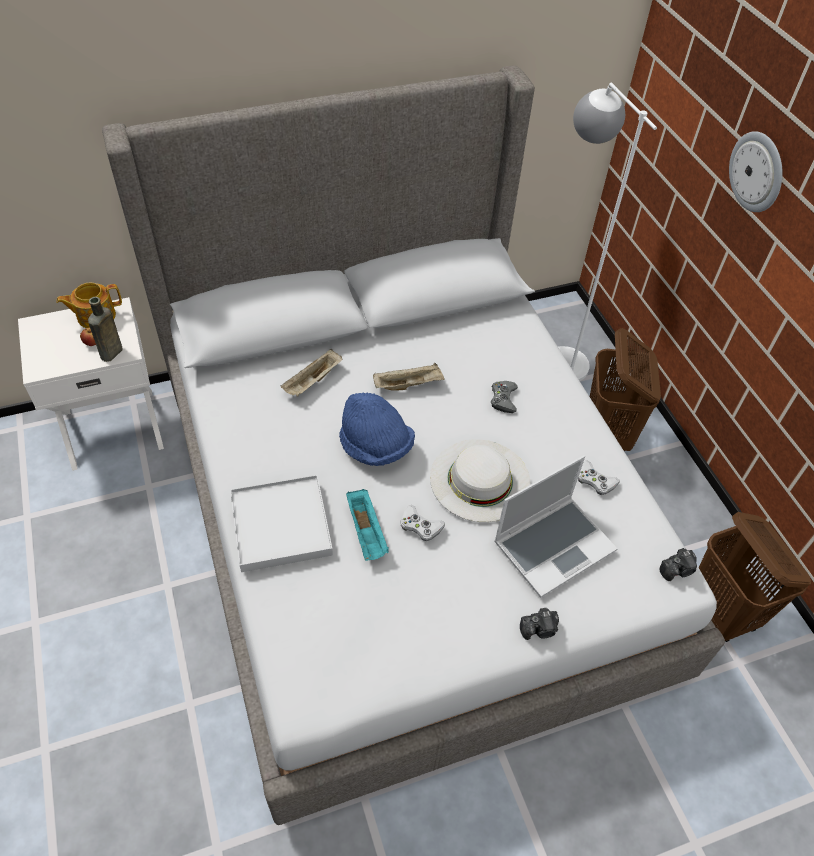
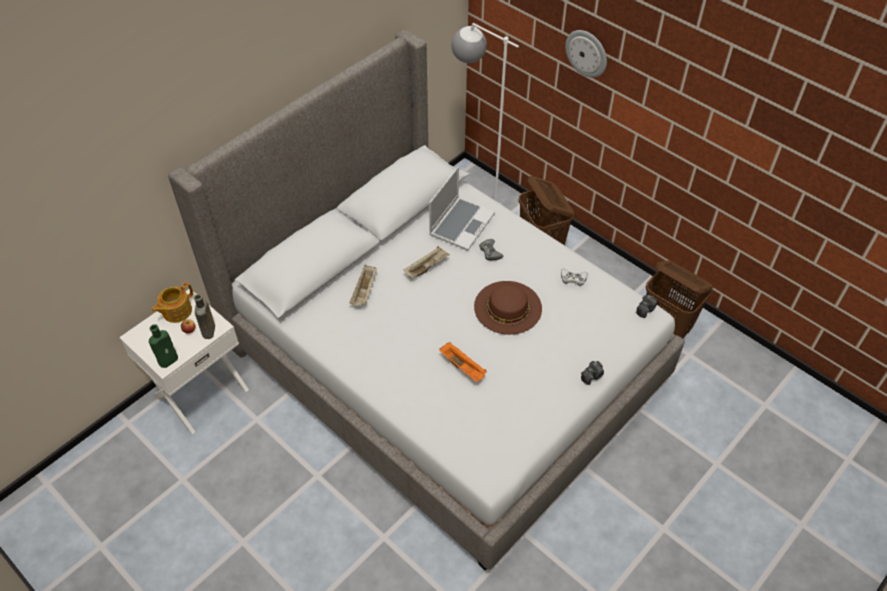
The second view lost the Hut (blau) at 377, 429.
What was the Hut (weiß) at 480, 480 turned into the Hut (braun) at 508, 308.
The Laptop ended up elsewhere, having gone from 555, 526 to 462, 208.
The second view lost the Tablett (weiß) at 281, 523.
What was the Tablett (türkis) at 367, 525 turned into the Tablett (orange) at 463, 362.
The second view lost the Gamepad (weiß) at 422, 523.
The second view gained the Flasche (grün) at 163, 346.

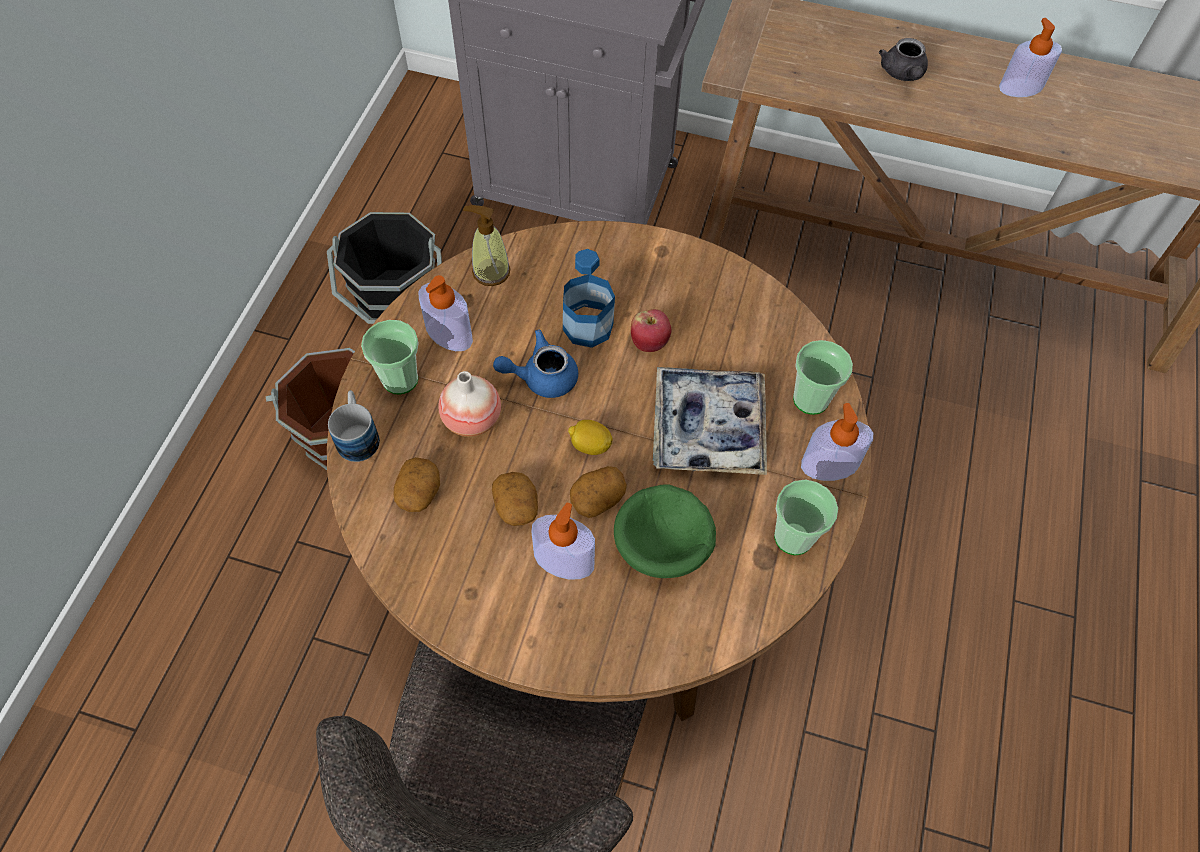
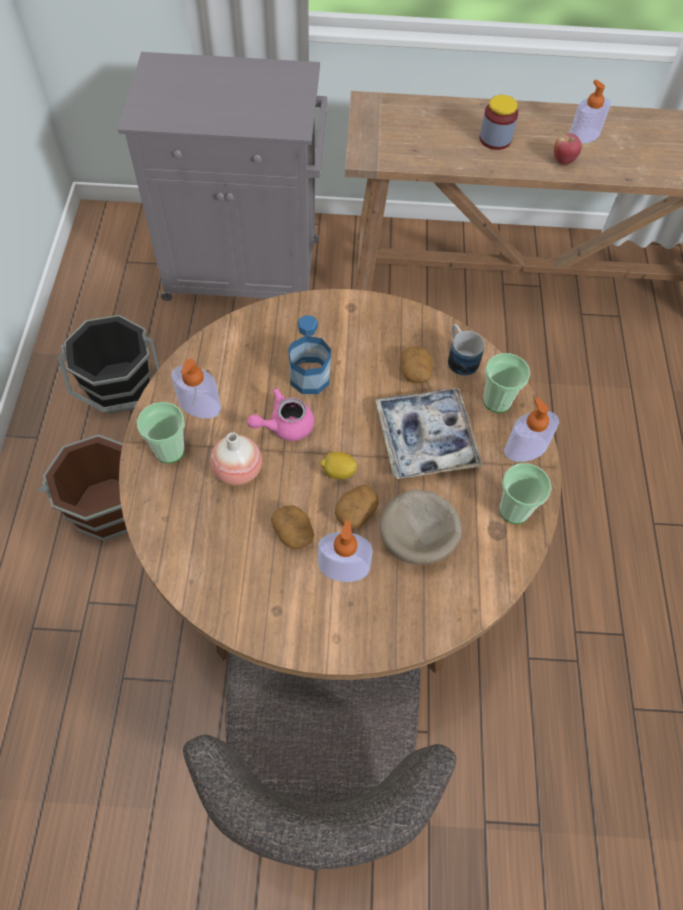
Where the Teekanne (grau) stood at 903, 59, the Vorratsglas came to stand at 499, 122.
The second view lost the Seifenspender at 486, 245.
The Apfel ended up elsewhere, having gone from 651, 330 to 568, 149.
What was the Teekanne (blau) at 535, 364 turned into the Teekanne (rosa) at 280, 414.
The Henkelbecher ended up elsewhere, having gone from 354, 426 to 466, 350.
The Kartoffel ended up elsewhere, having gone from 417, 484 to 417, 365.
What was the Schüssel (grün) at 665, 531 turned into the Schüssel (beige) at 420, 527.

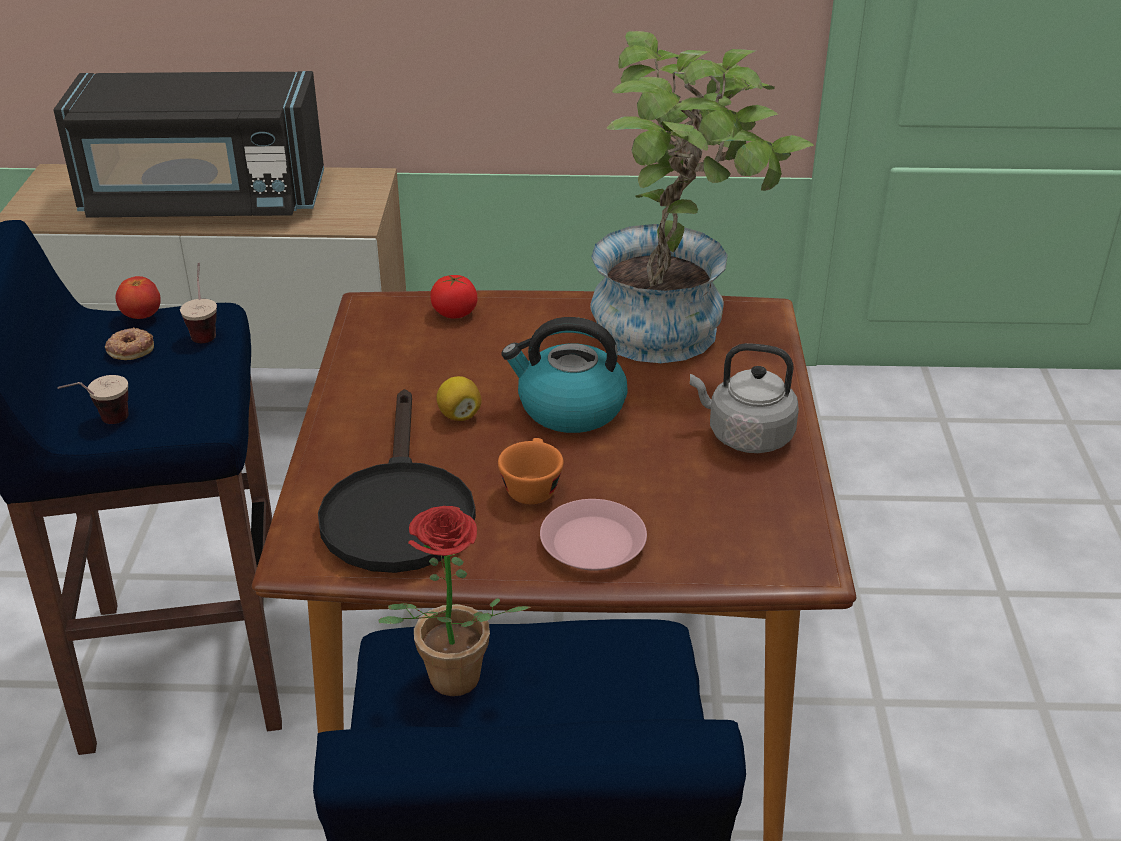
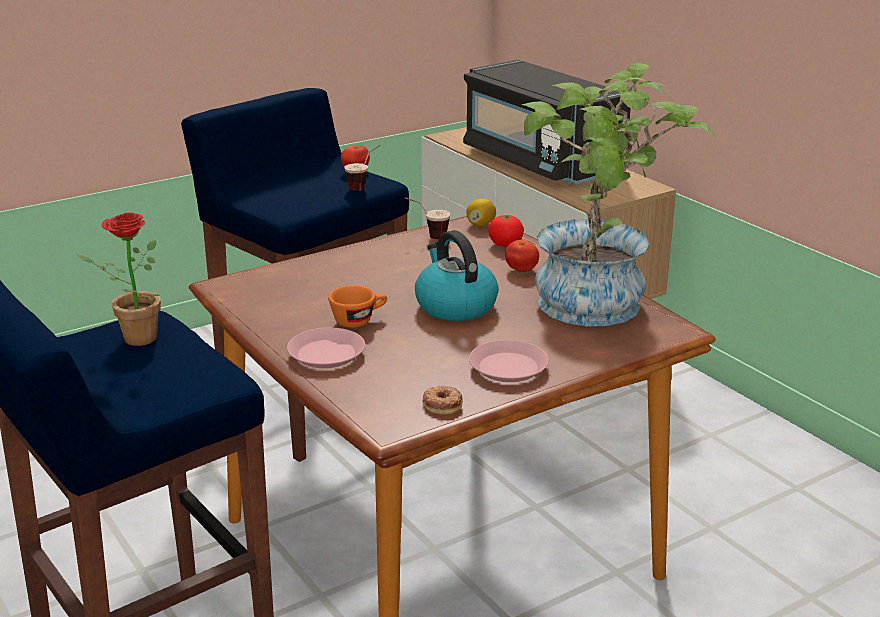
The Donut ended up elsewhere, having gone from 129, 343 to 442, 400.
Where the Wasserkessel (grau) stood at 744, 398, the Teller (rosa) came to stand at 509, 361.
The Tasse ended up elsewhere, having gone from 93, 399 to 427, 218.
The Zitrone ended up elsewhere, having gone from 458, 398 to 481, 212.
The second view lost the Pfanne (schwarz) at 397, 481.
The second view gained the Tomate at 522, 256.

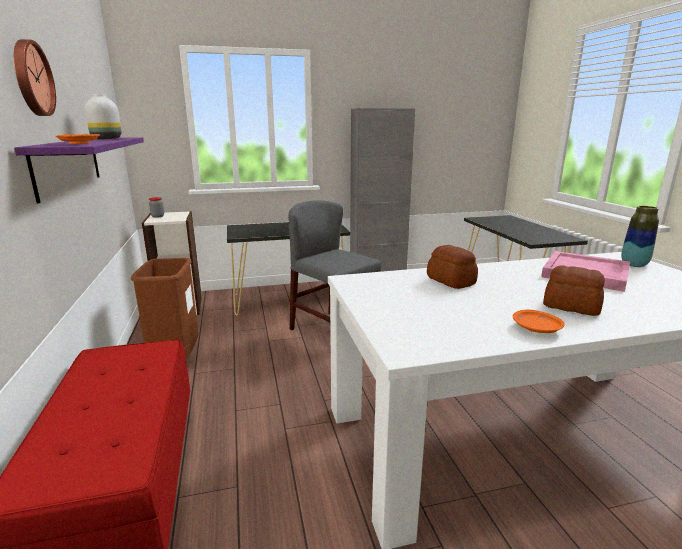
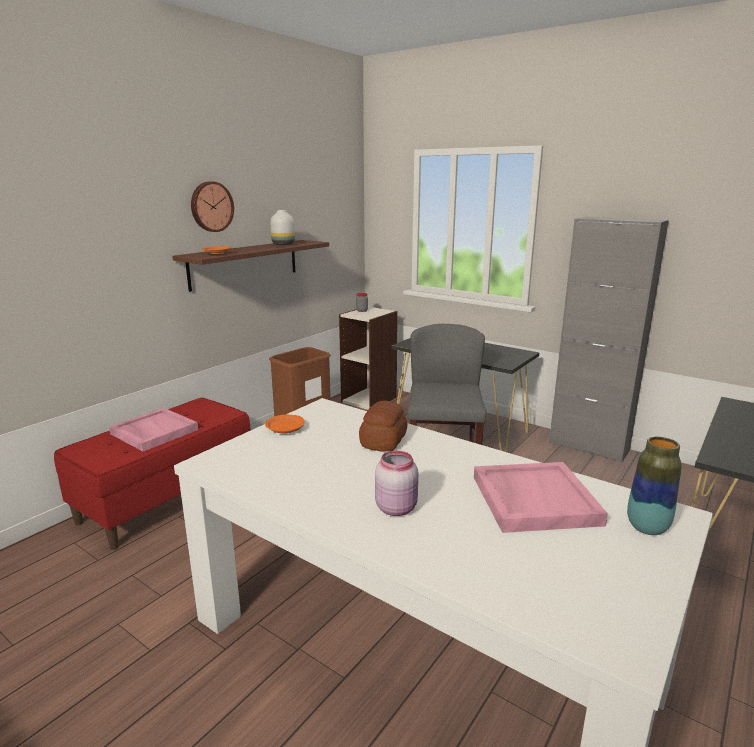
What was the Wandregal (lila) at 79, 170 turned into the Wandregal (braun) at 250, 266.
Where the Brot stood at 574, 290, the Vorratsglas (rosa) came to stand at 396, 483.
The Teller (orange) ended up elsewhere, having gone from 539, 321 to 285, 424.
The second view gained the Tablett (rosa) at 153, 429.

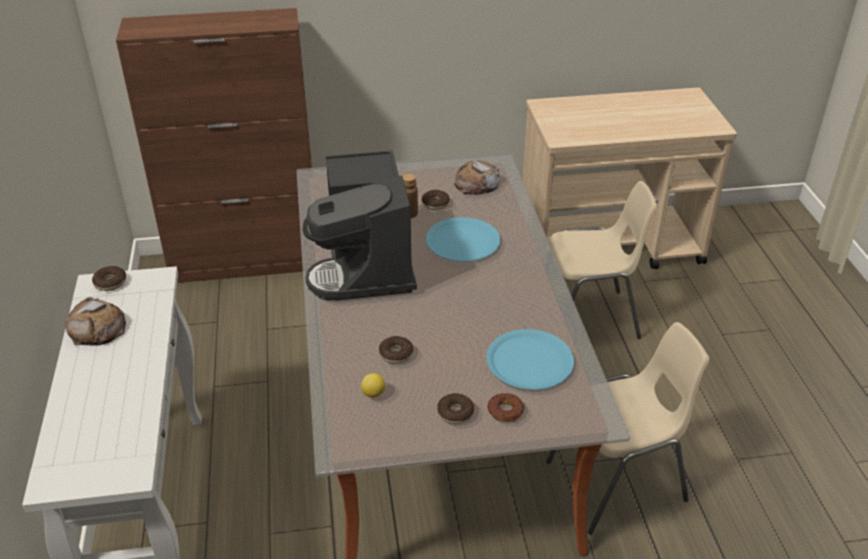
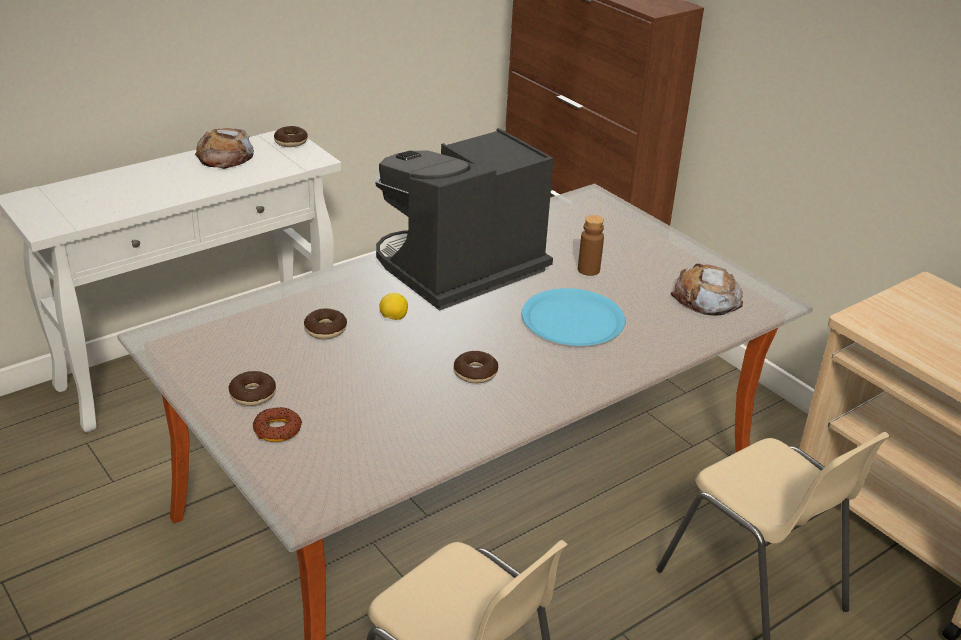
The Donut ended up elsewhere, having gone from 436, 200 to 476, 367.
The second view lost the Teller (blau) at 530, 359.
The Zitrone ended up elsewhere, having gone from 373, 385 to 393, 306.

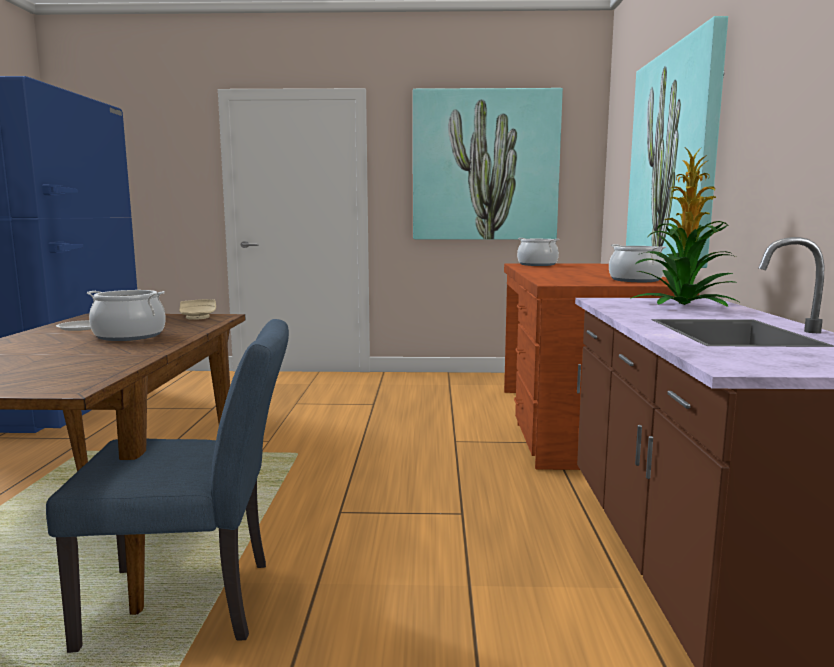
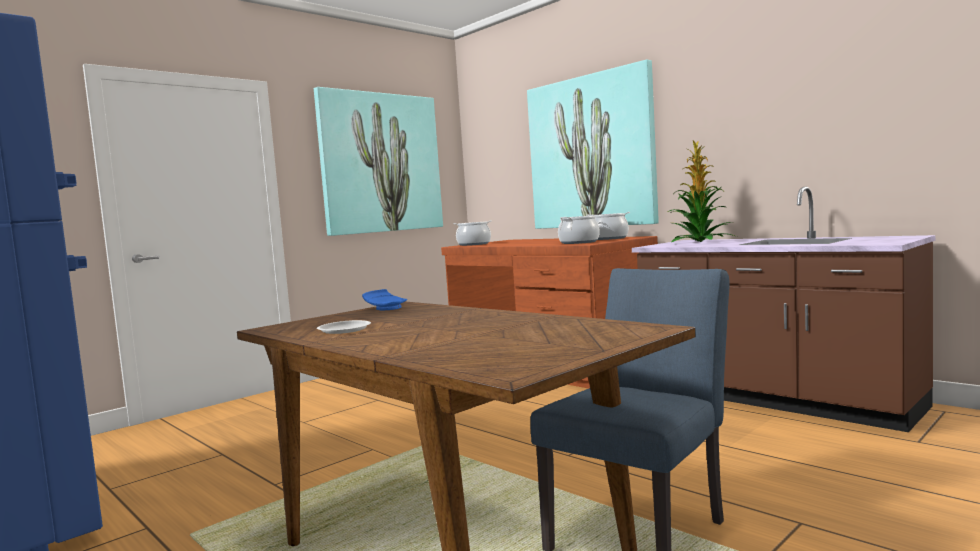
The Kochtopf ended up elsewhere, having gone from 126, 315 to 579, 229.
What was the Teller (beige) at 197, 309 turned into the Teller (blau) at 384, 299.

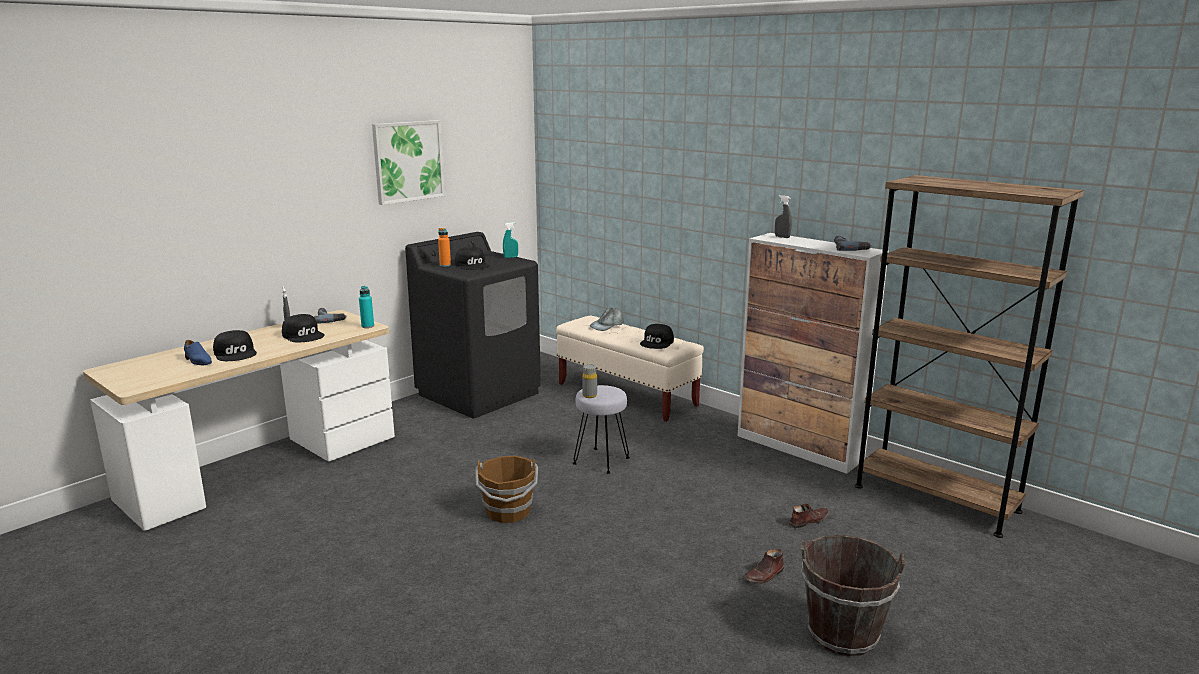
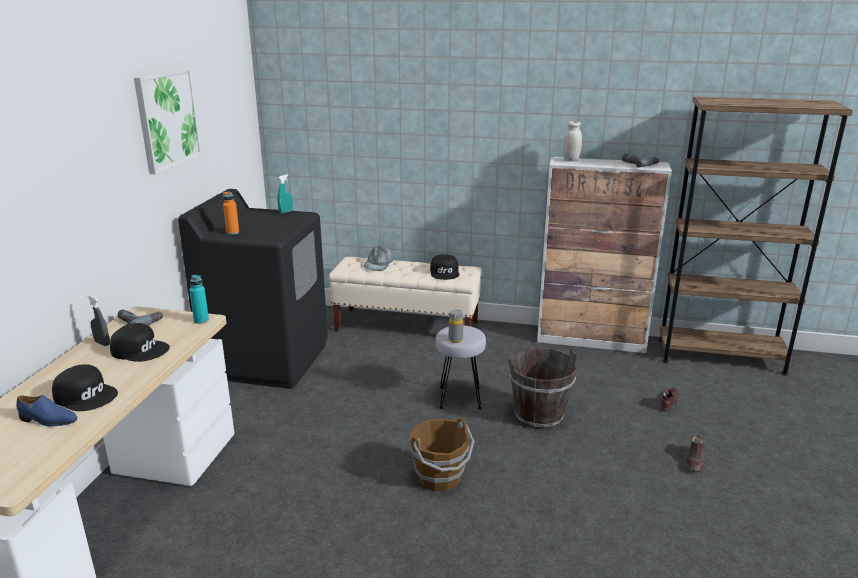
Where the Sprühflasche (grau) stood at 783, 216, the Vorratsglas (weiß) came to stand at 572, 141.
The second view lost the Kappe (schwarz) at 472, 258.
The Eimer (braun) ended up elsewhere, having gone from 853, 595 to 543, 388.

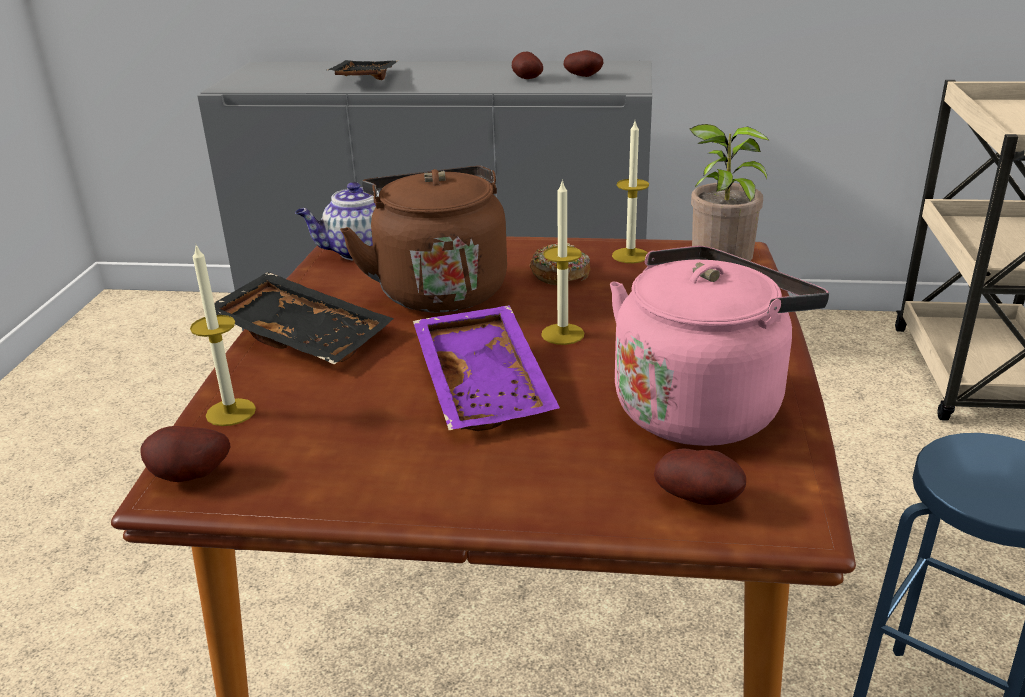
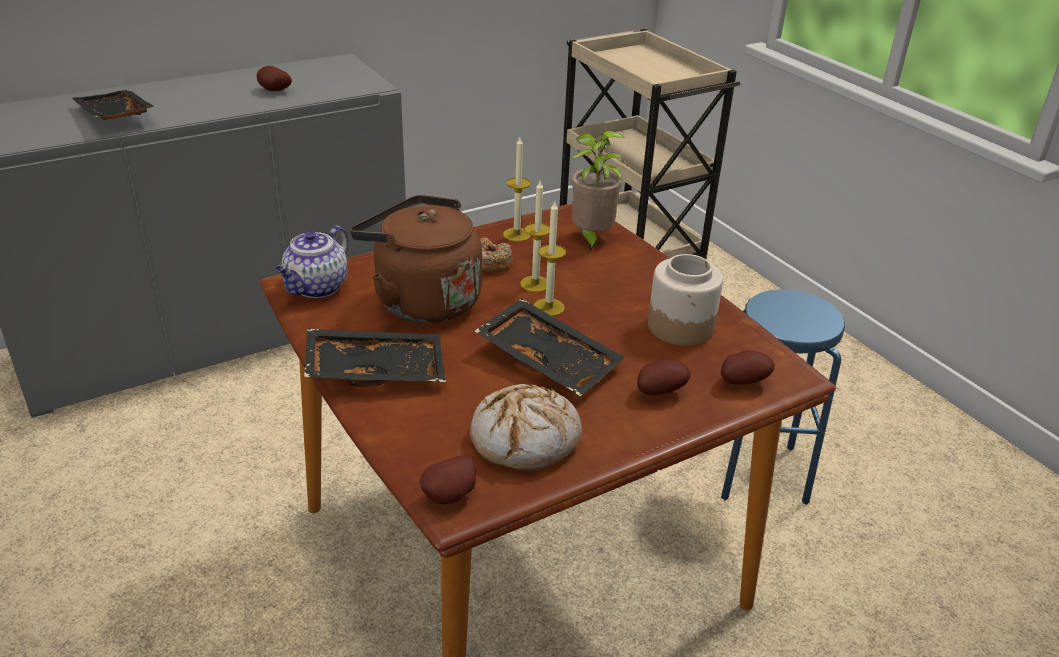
The Kartoffel ended up elsewhere, having gone from 583, 63 to 664, 377.
The Kerze ended up elsewhere, having gone from 223, 334 to 535, 236.
Where the Wasserkessel (rosa) stood at 719, 346, the Vorratsglas came to stand at 685, 300.
What was the Tablett (lila) at 486, 368 turned into the Tablett (schwarz) at 550, 347.
The second view gained the Brot at 526, 427.

